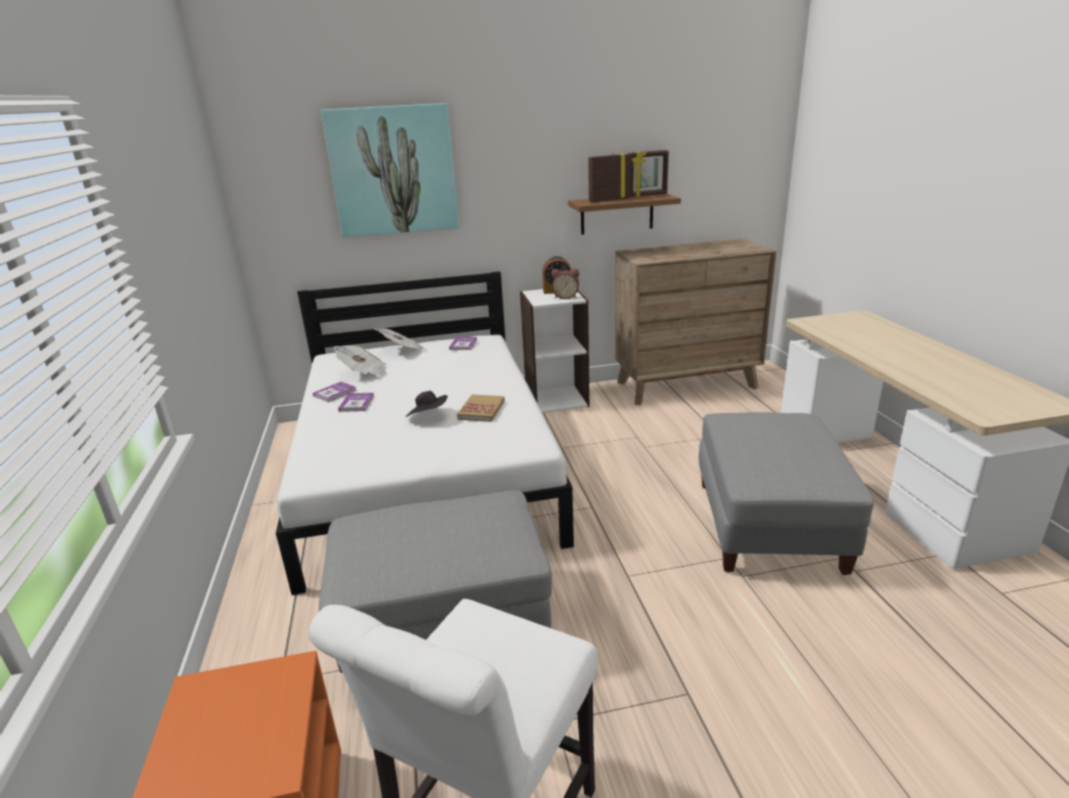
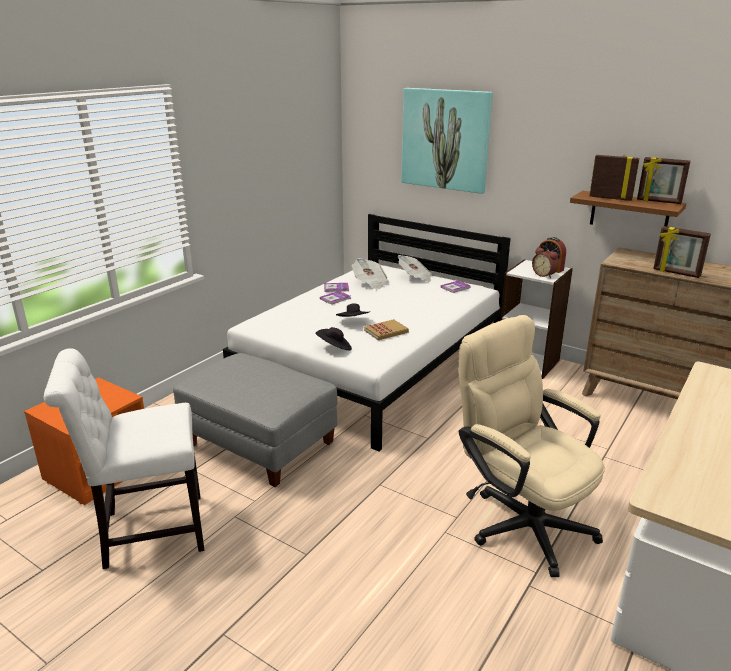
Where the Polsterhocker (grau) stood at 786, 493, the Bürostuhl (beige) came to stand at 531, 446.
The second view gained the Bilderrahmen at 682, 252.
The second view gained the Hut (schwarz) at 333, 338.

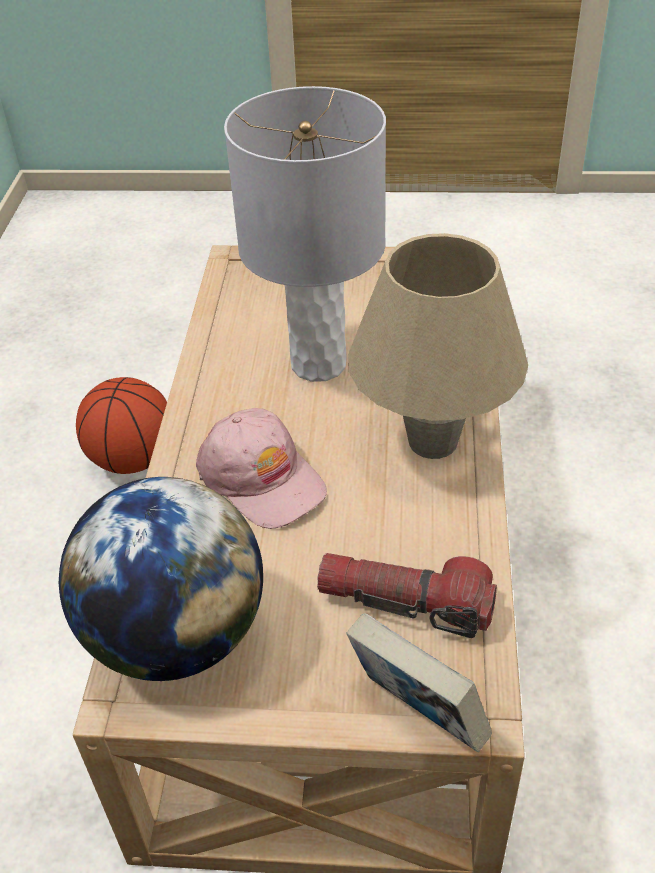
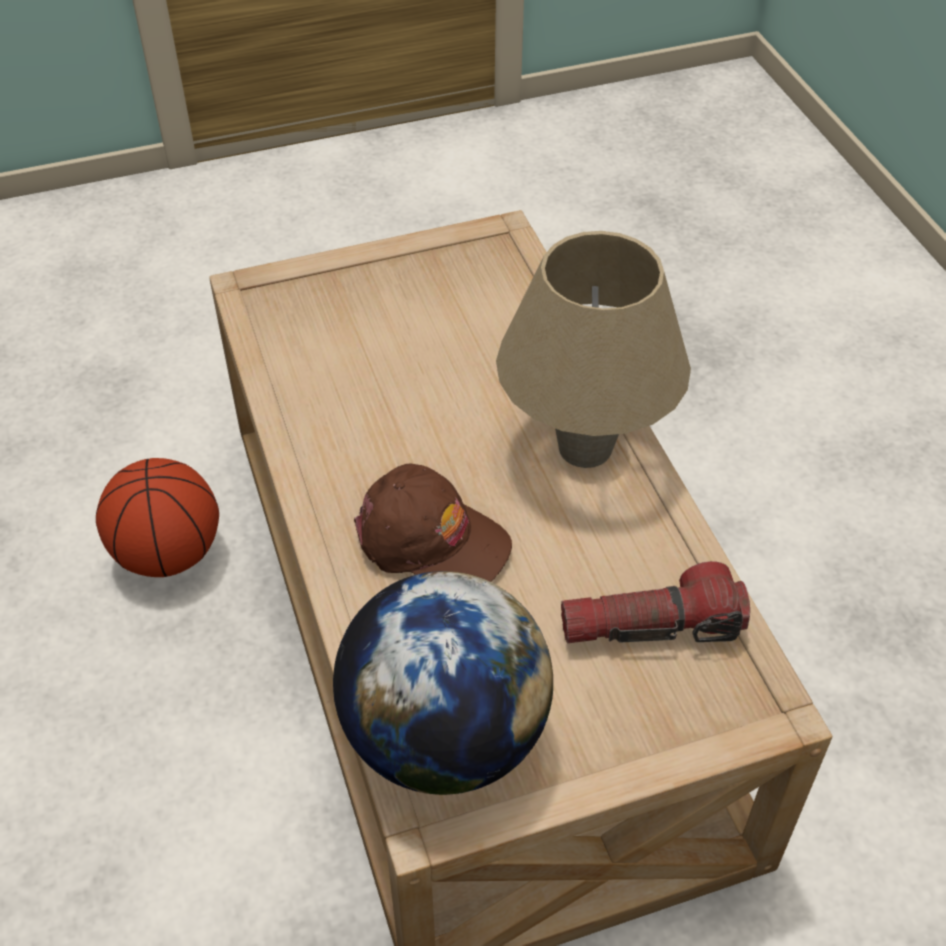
The second view lost the Tischlampe (grau) at 305, 234.
What was the Kappe (rosa) at 261, 468 turned into the Kappe (braun) at 433, 522.
The second view lost the Buch at 419, 682.

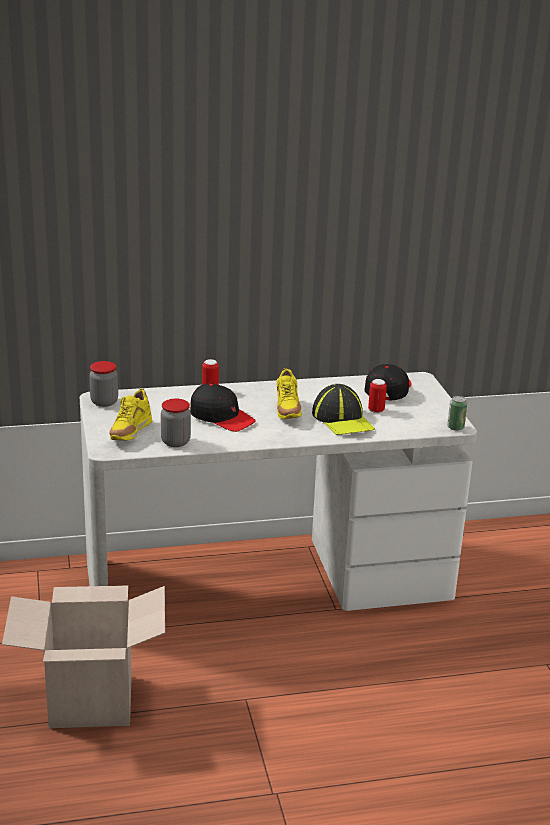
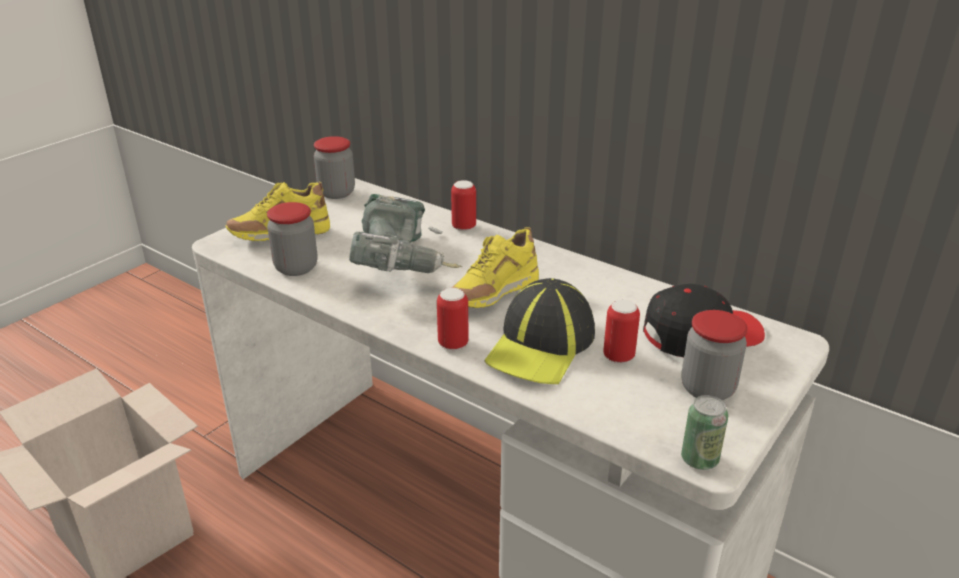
Where the Kappe (schwarz) stood at 223, 408, the Bohrmaschine came to stand at 405, 233.
The second view gained the Dose at 453, 319.
The second view gained the Vorratsglas at 714, 355.

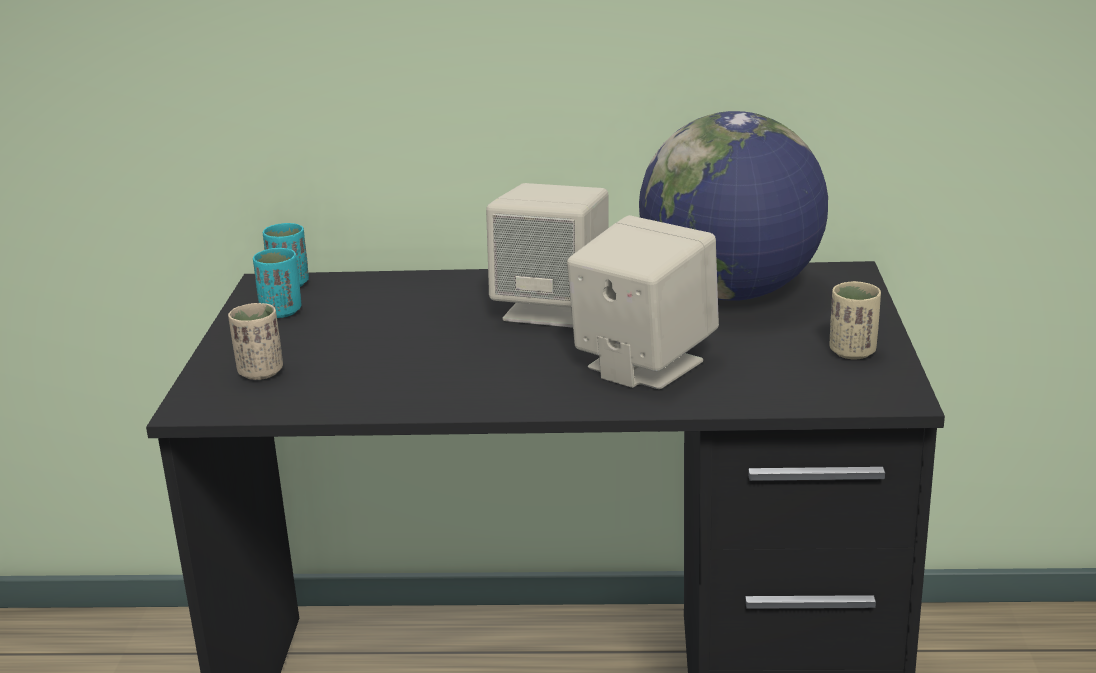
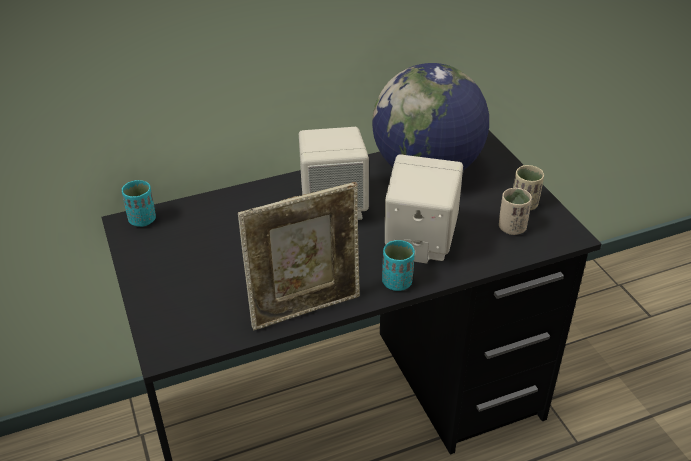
The Tasse (türkis) ended up elsewhere, having gone from 277, 283 to 398, 265.
The Tasse (beige) ended up elsewhere, having gone from 255, 341 to 515, 211.
The second view gained the Bilderrahmen at 299, 256.

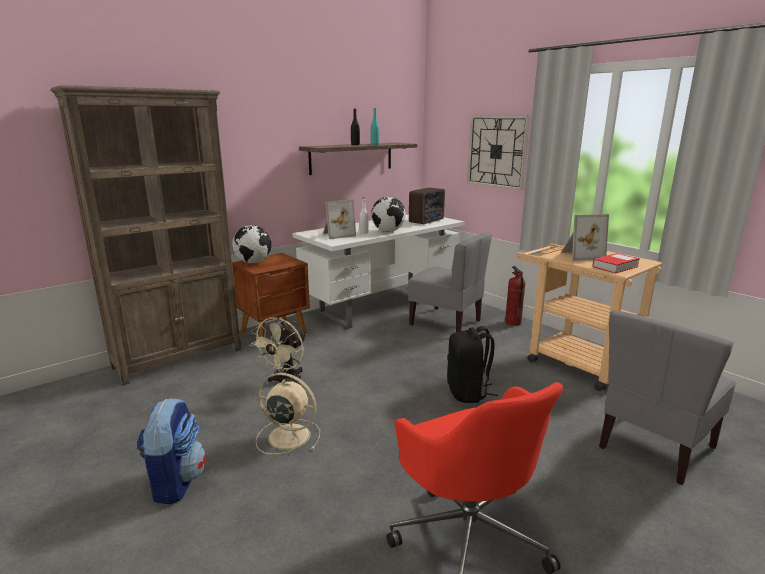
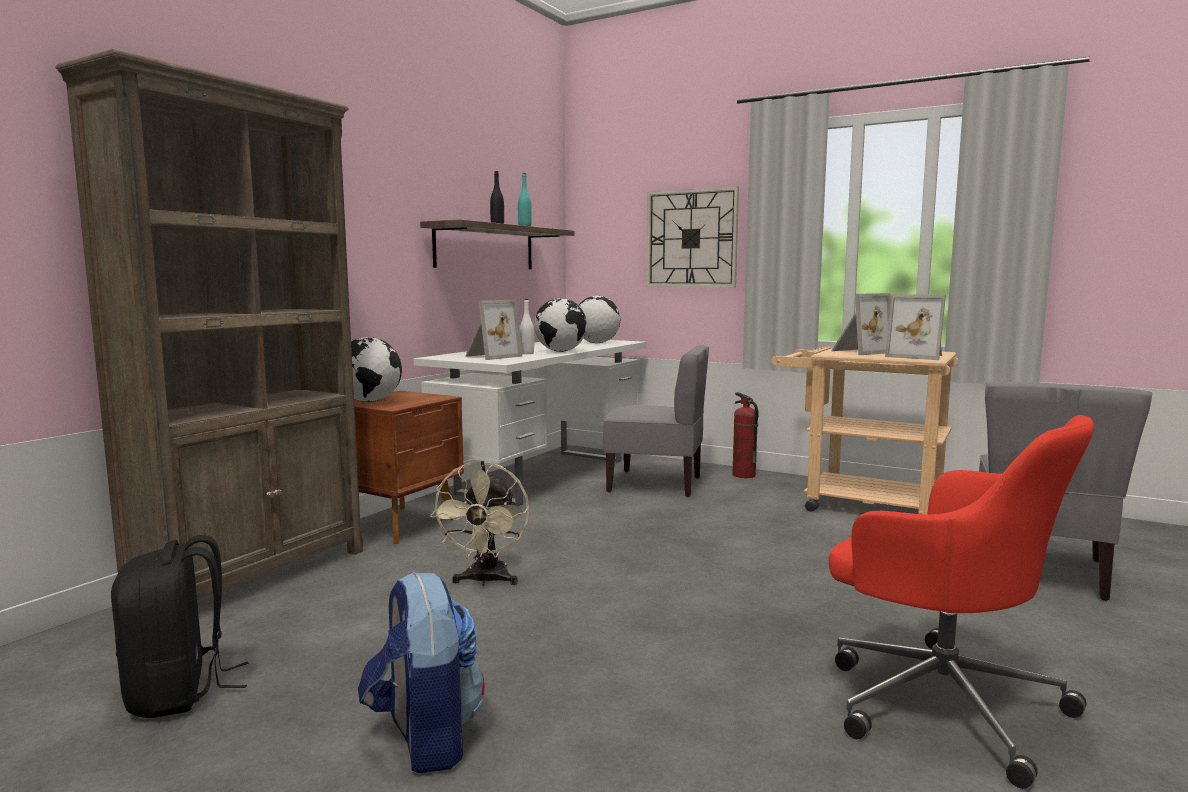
Where the Radio stood at 427, 206, the Globus came to stand at 599, 319.
Where the Buch stood at 616, 263, the Bilderrahmen came to stand at 915, 327.
The Rucksack (schwarz) ended up elsewhere, having gone from 472, 364 to 179, 626.
The second view lost the Ventilator (beige) at 288, 414.

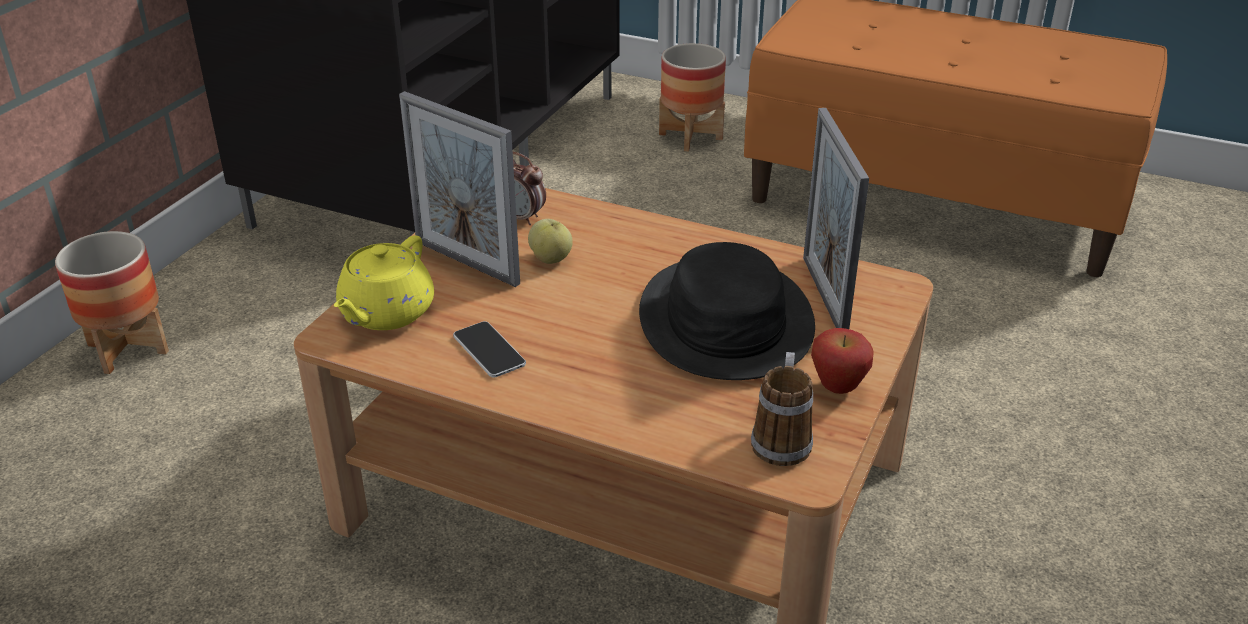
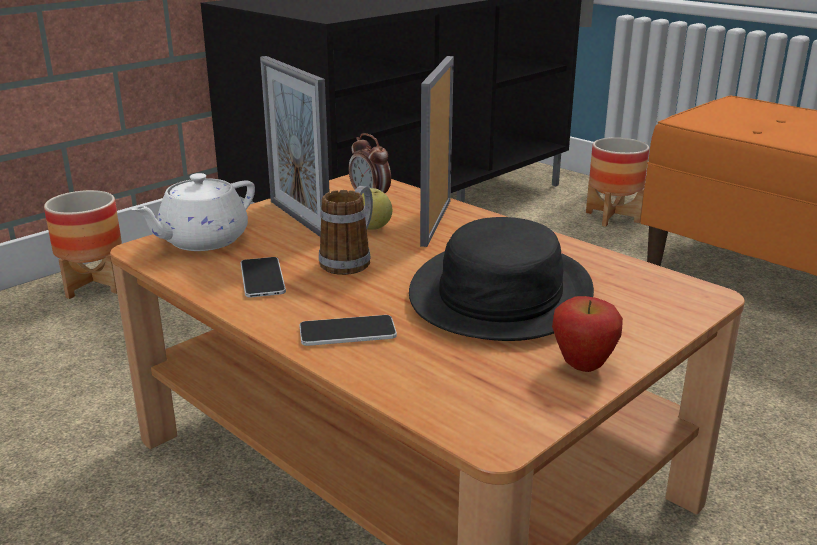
The Bilderrahmen ended up elsewhere, having gone from 836, 218 to 437, 151.
What was the Teekanne (gelb) at 384, 282 turned into the Teekanne (weiß) at 193, 212.
The Henkelbecher ended up elsewhere, having gone from 782, 409 to 346, 230.
The second view gained the Handy at 348, 330.

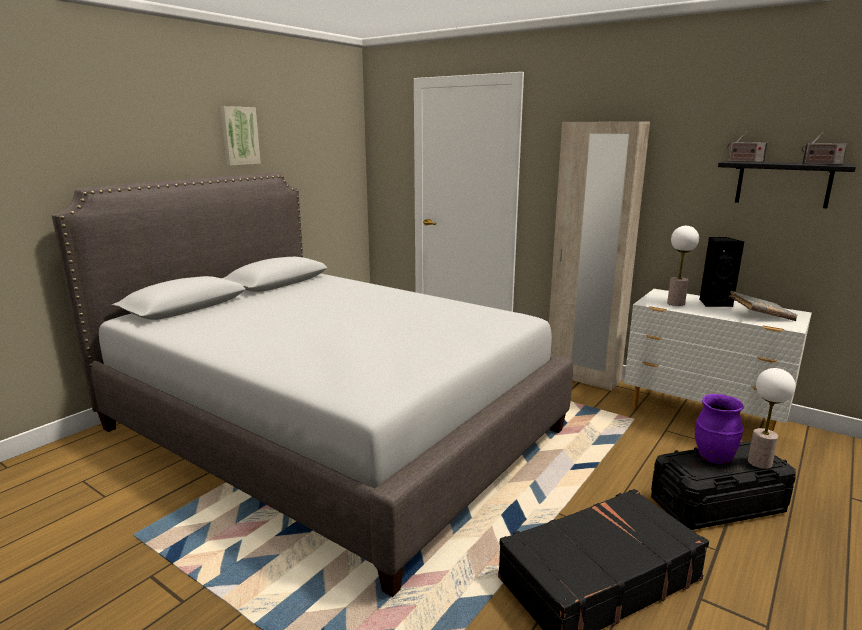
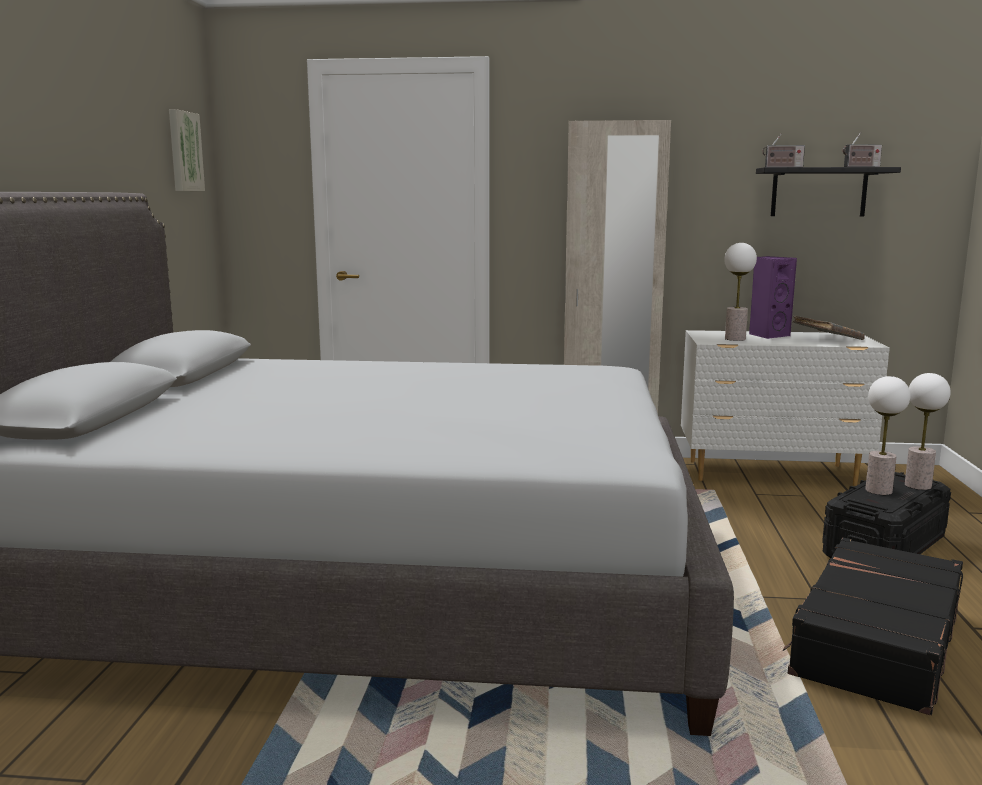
The Bild ended up elsewhere, having gone from 240, 136 to 187, 150.
What was the Lautsprecher (schwarz) at 721, 272 turned into the Lautsprecher (lila) at 773, 297.
Where the Vase (lila) stood at 719, 429, the Tischlampe came to stand at 887, 435.

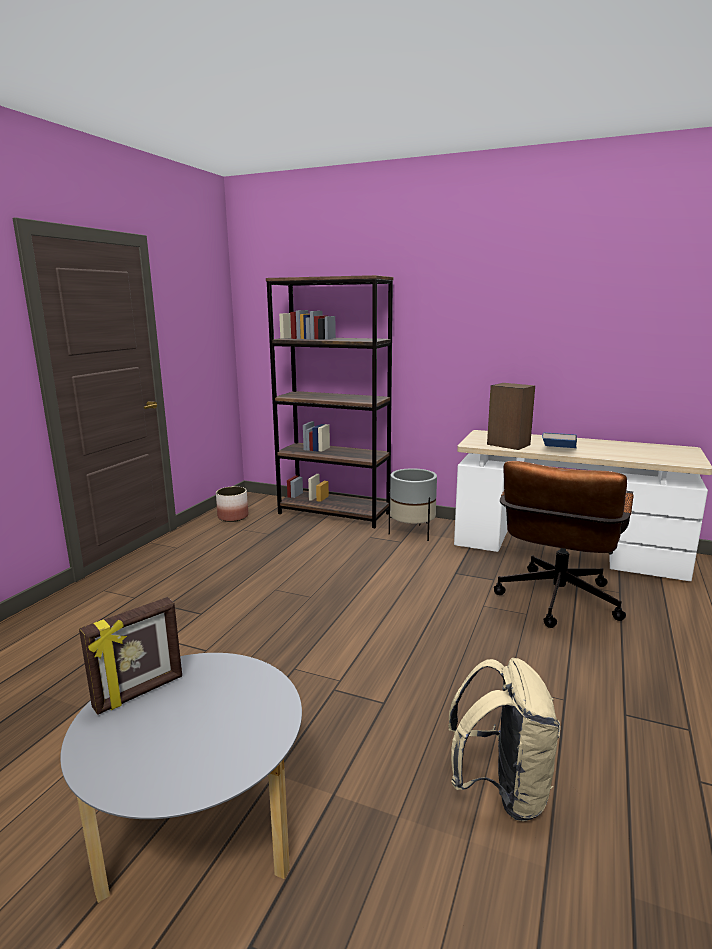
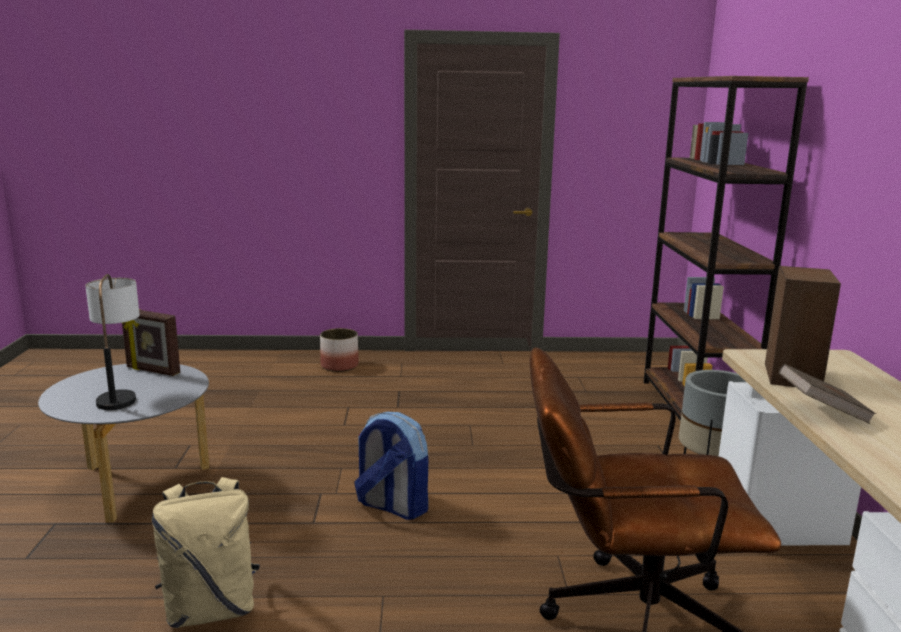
What was the Buch (blau) at 559, 440 turned into the Buch (braun) at 827, 394.
The Pflanzkübel ended up elsewhere, having gone from 232, 504 to 339, 350.
The second view gained the Tischlampe at 112, 342.
The second view gained the Rucksack at 391, 466.

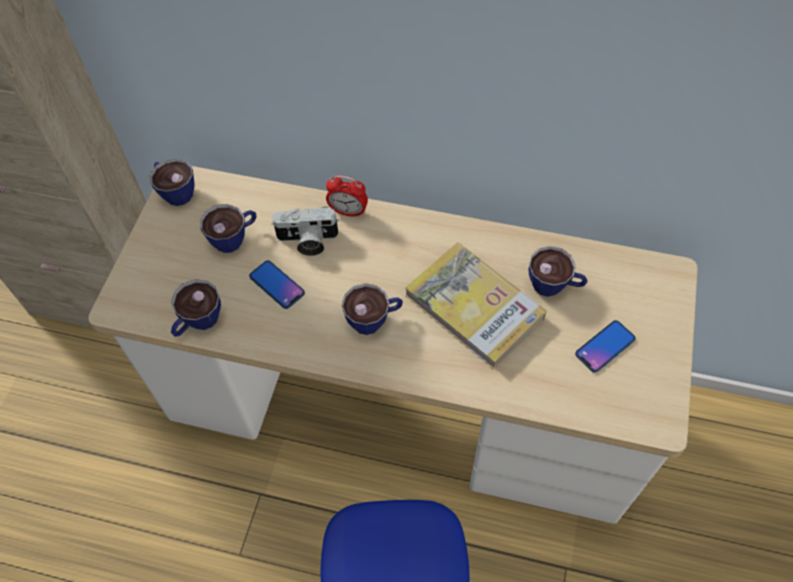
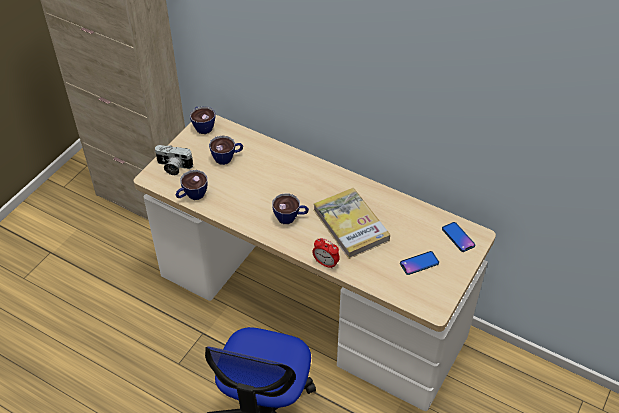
The Wecker ended up elsewhere, having gone from 347, 196 to 326, 253.
The Kamera ended up elsewhere, having gone from 305, 231 to 174, 160.
The second view lost the Tasse at 558, 271.
The Handy ended up elsewhere, having gone from 277, 284 to 458, 237.

